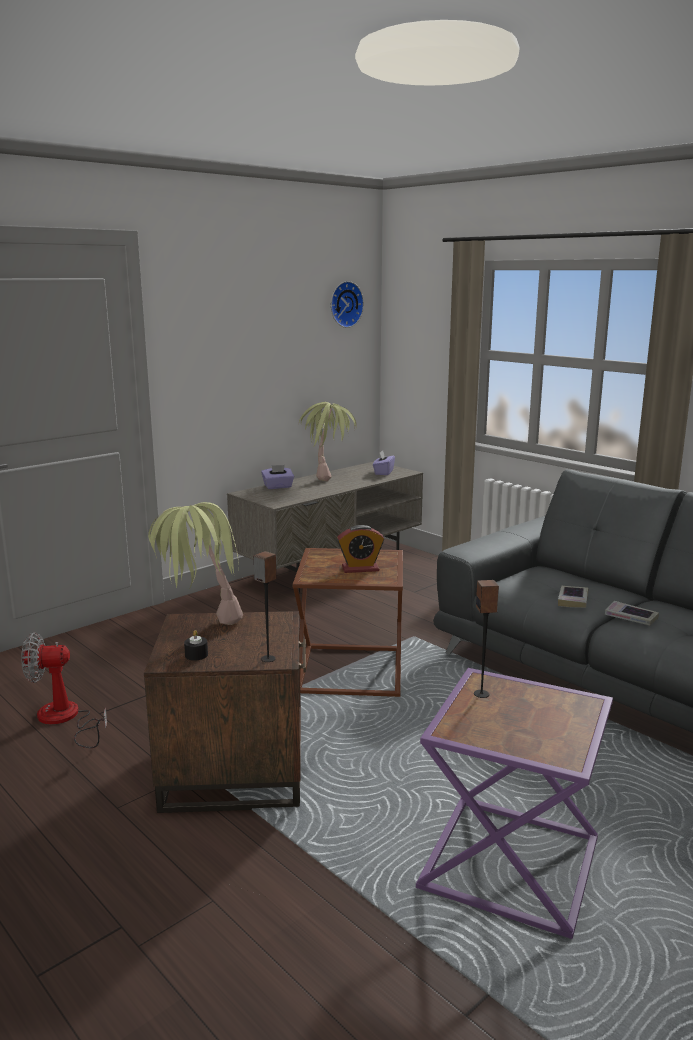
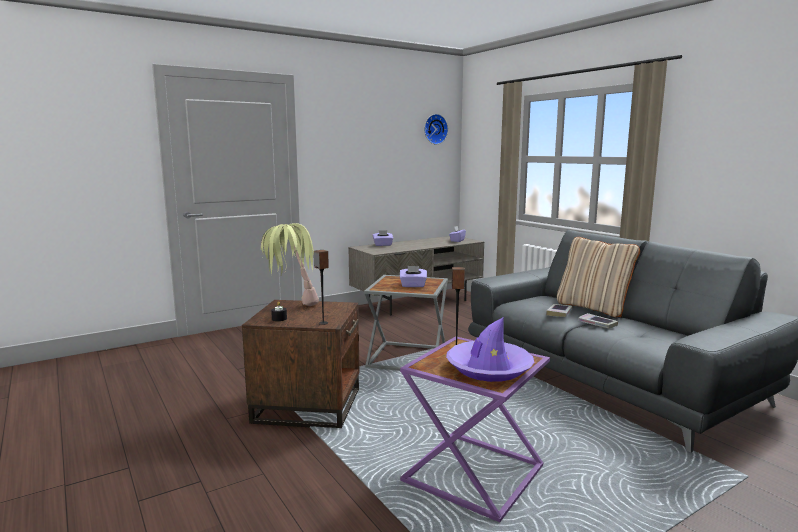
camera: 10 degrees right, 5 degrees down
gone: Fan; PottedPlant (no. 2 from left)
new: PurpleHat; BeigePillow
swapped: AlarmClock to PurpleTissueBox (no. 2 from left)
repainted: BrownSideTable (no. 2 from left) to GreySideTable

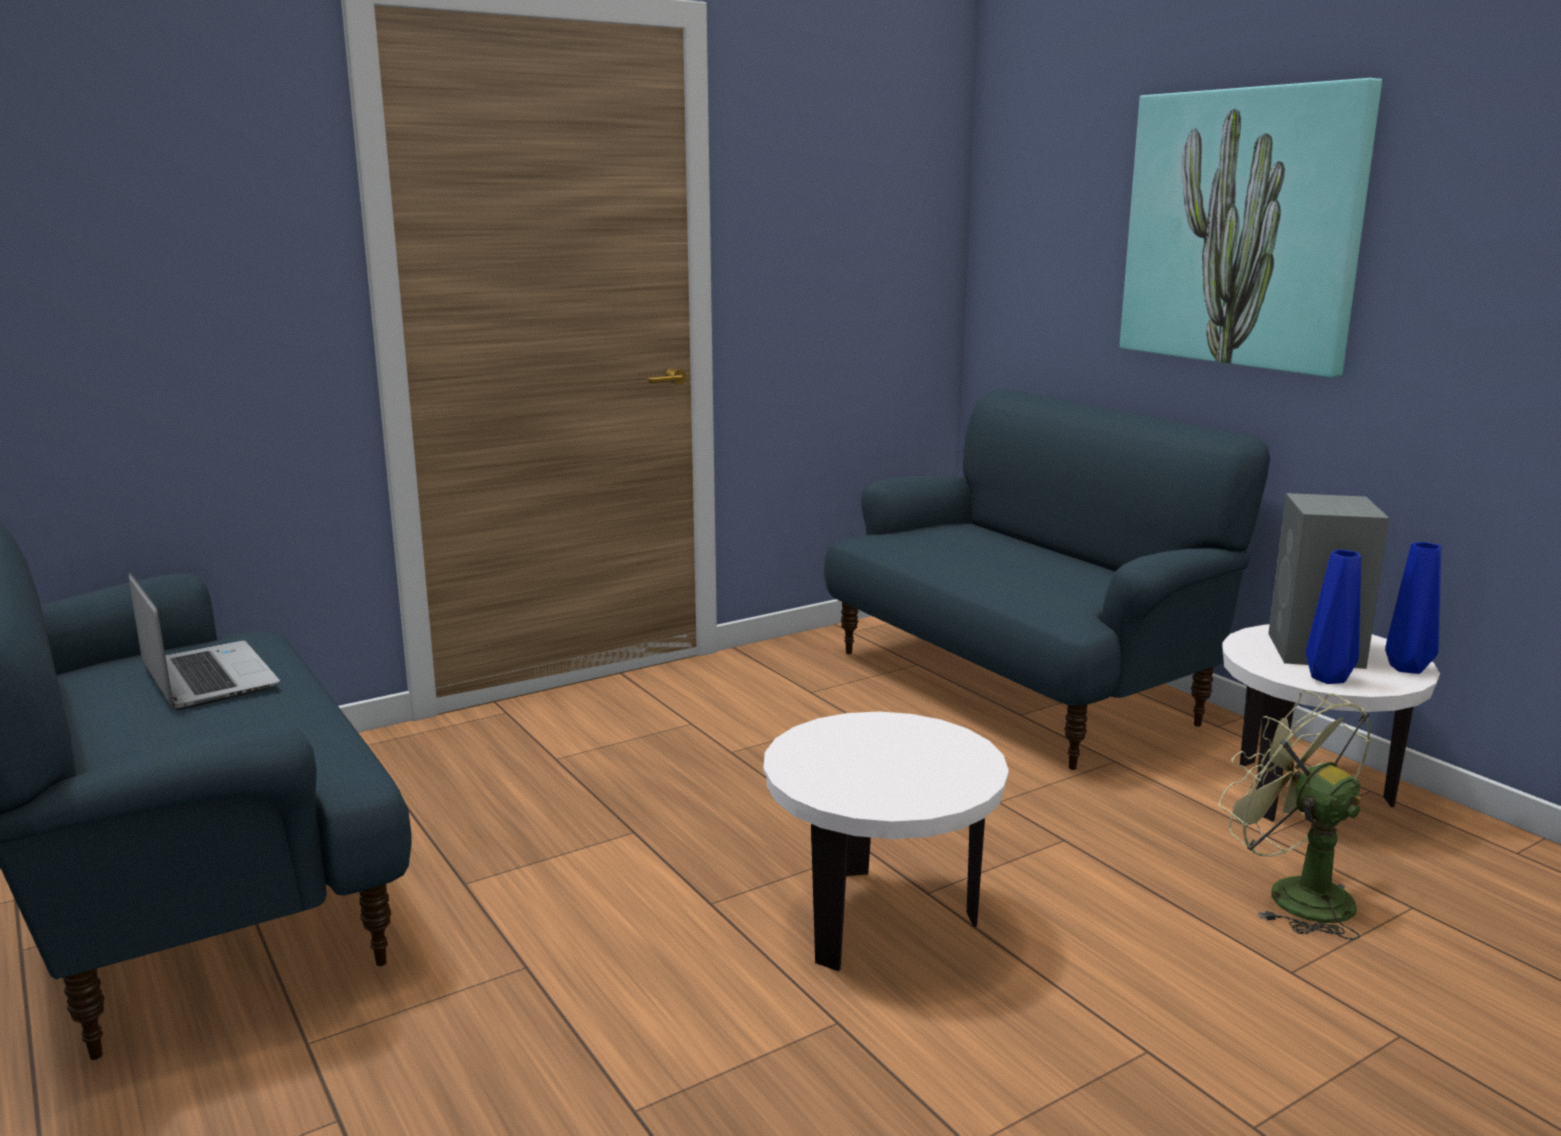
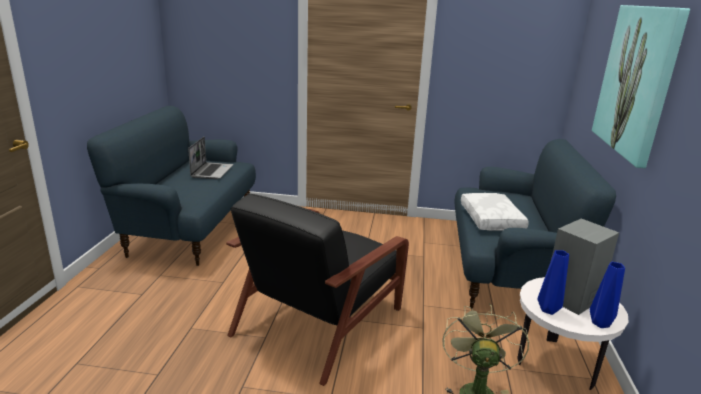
camera: 40 degrees right, 5 degrees up
new: WhitePillow
swapped: WhiteSideTable (no. 1 from left) to BlackArmchair

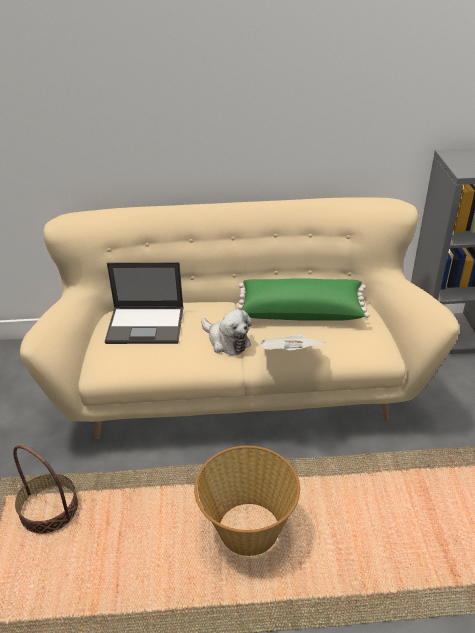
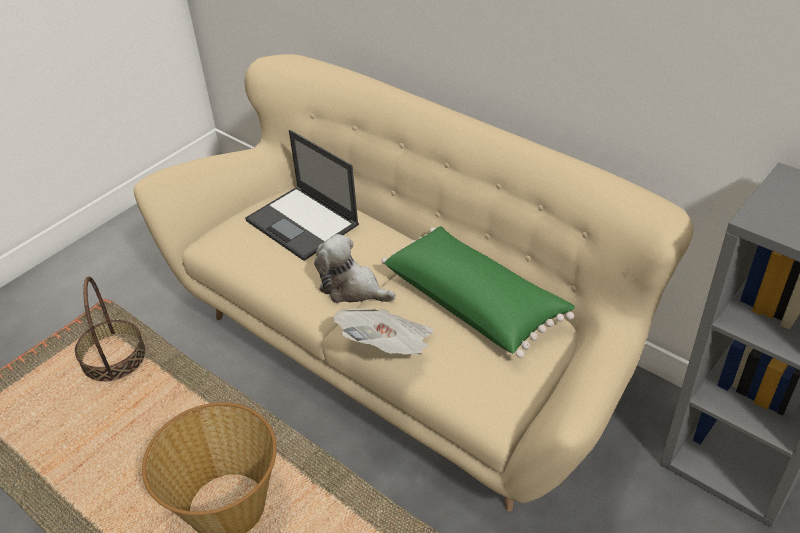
camera: 45 degrees right, 5 degrees up
rotated: PlushToy 120 degrees clockwise

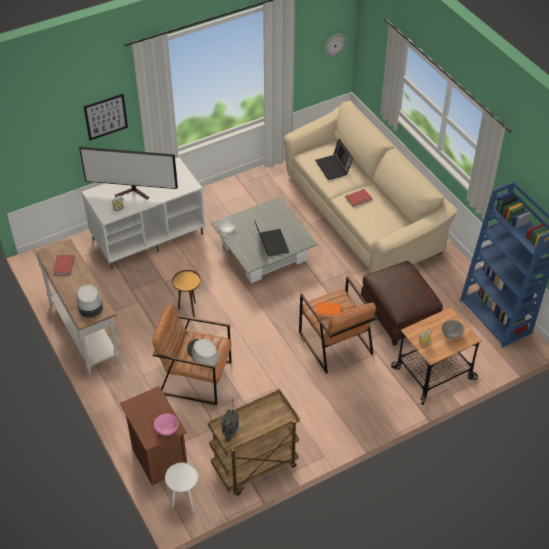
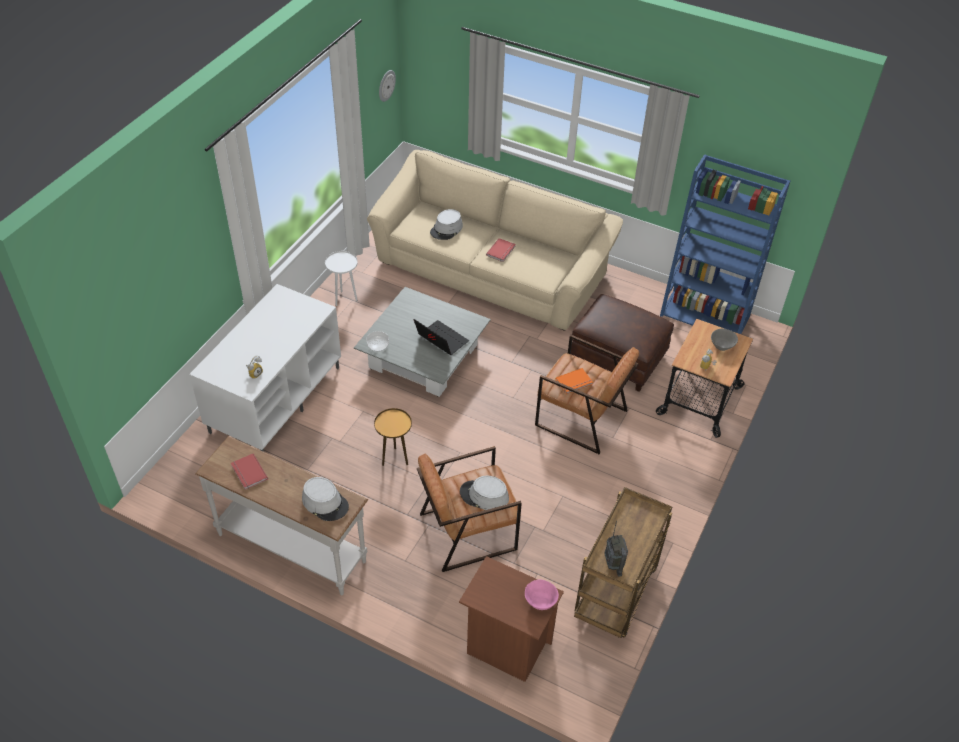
camera: 35 degrees left, 0 degrees up
gone: Television; Picture
shifted: WhiteSideTable
swapped: Laptop (no. 2 from left) to GreyHat (no. 2 from left)

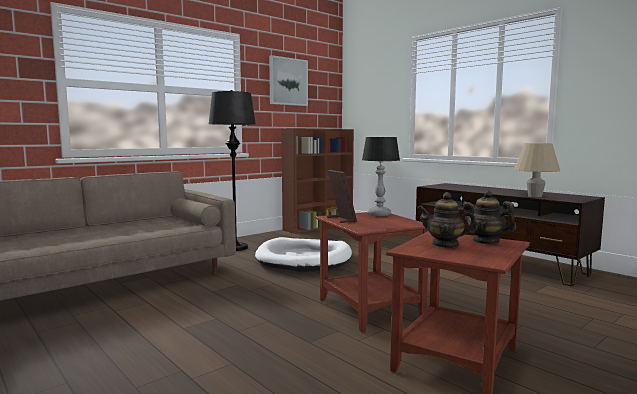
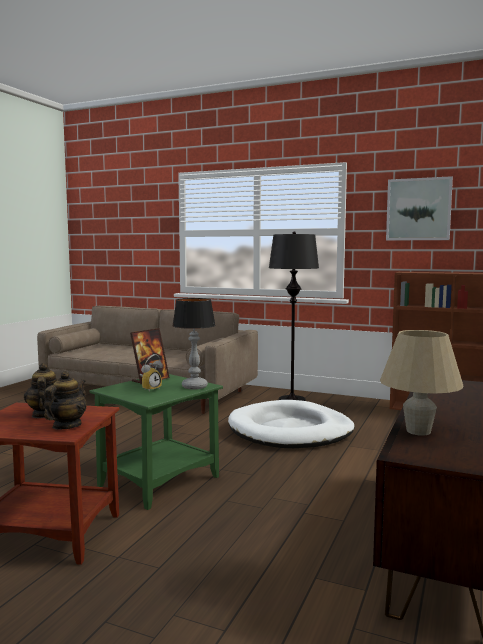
camera: 65 degrees right, 0 degrees up
new: AlarmClock
repainted: BrownSideTable (no. 1 from left) to GreenSideTable

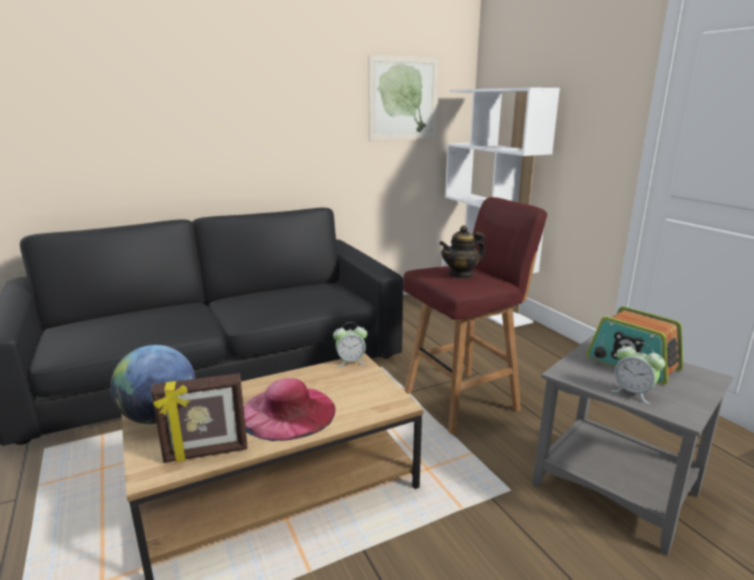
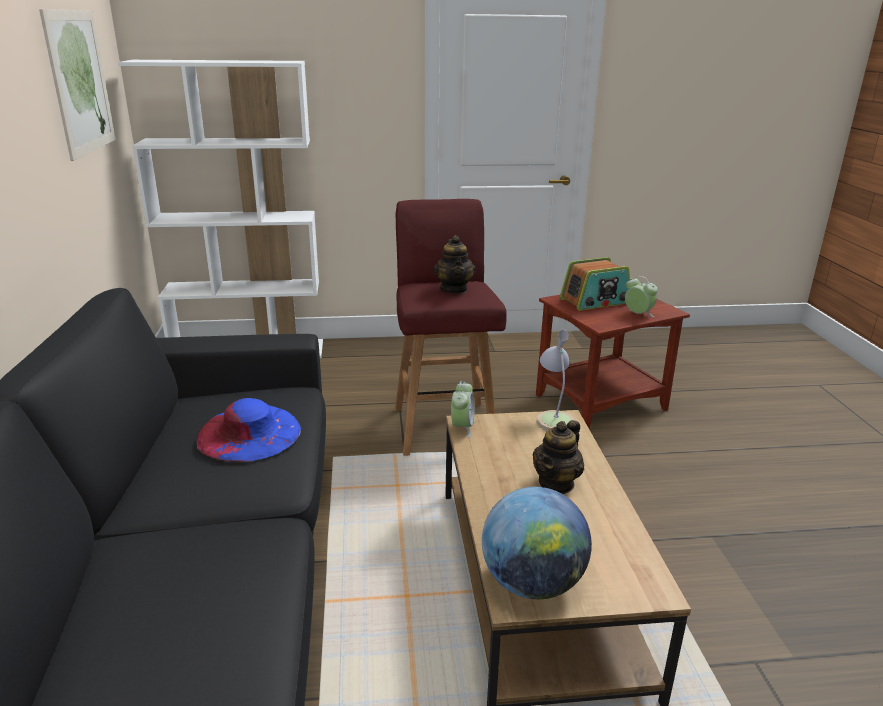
camera: 70 degrees left, 5 degrees up
gone: PictureFrame
new: BlueHat; TableLamp
swapped: PinkHat to Teapot (no. 2 from left)
repainted: GreySideTable to BrownSideTable
rotated: AlarmClock (no. 2 from left) 105 degrees counterclockwise

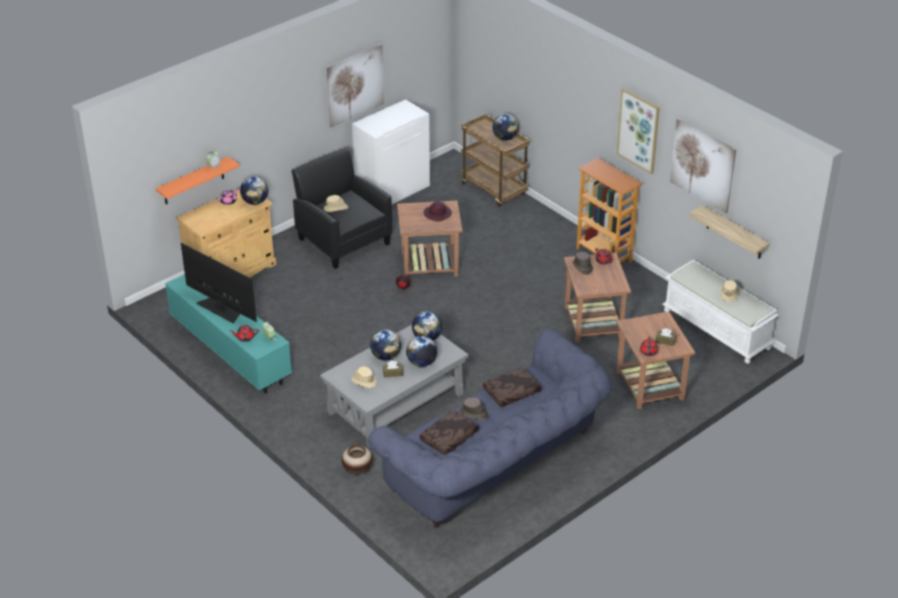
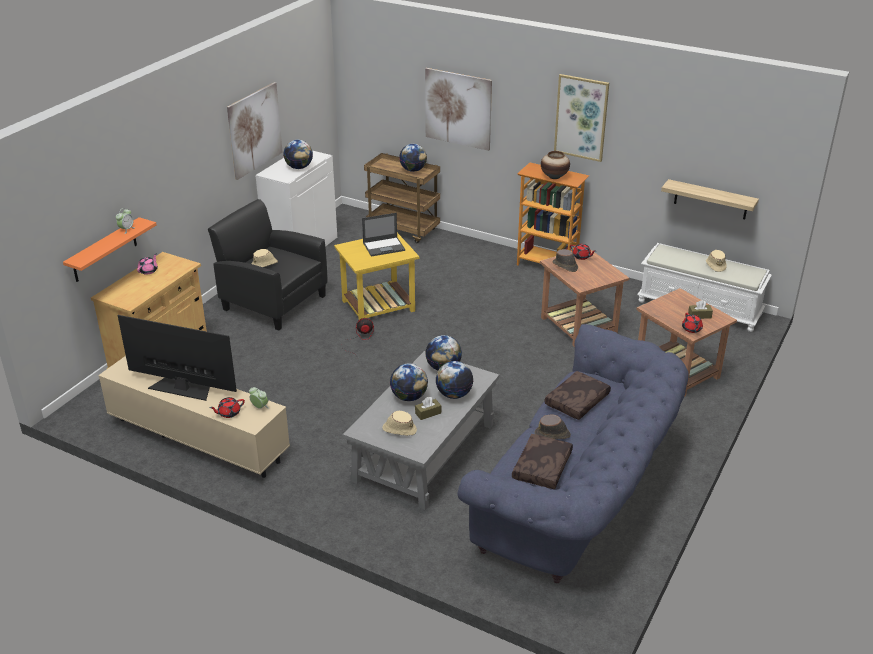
camera: 20 degrees left, 5 degrees down
shifted: Globe (no. 1 from left); Picture (no. 3 from left in the first image) to Picture (no. 2 from left); Vase
swapped: PurpleHat to Laptop
repainted: TurquoiseTvStand to BeigeTvStand; BrownSideTable (no. 1 from left) to YellowSideTable

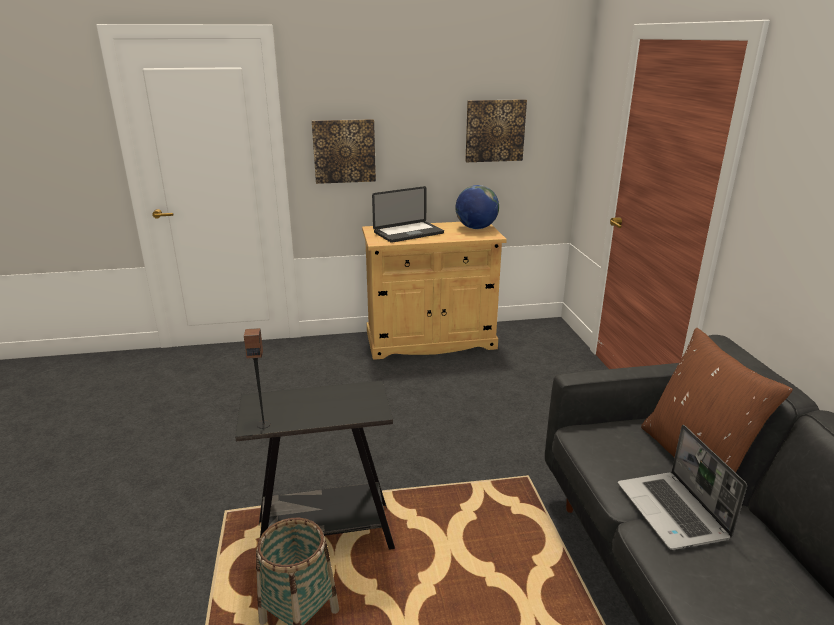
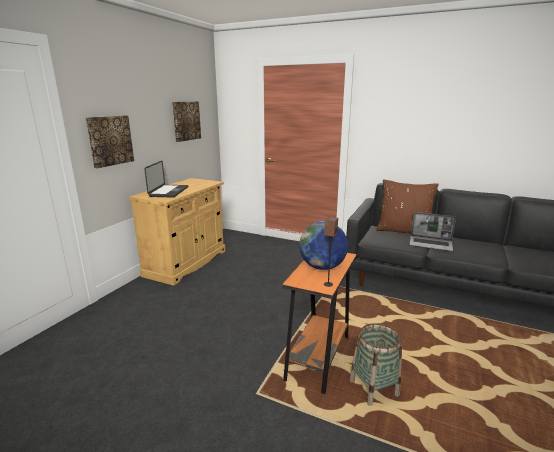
camera: 55 degrees left, 5 degrees down
shifted: Globe
repainted: BlackSideTable to OrangeSideTable

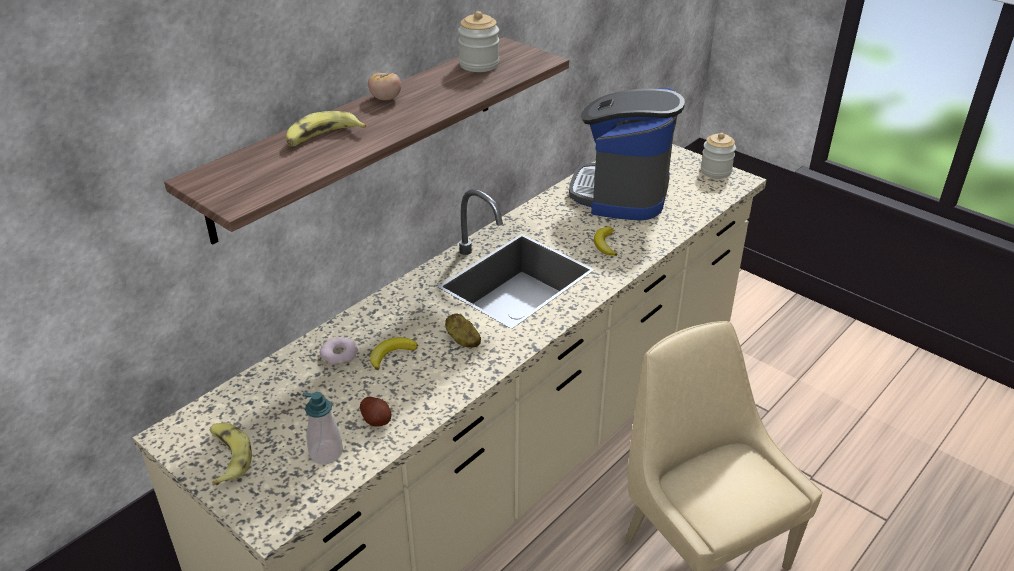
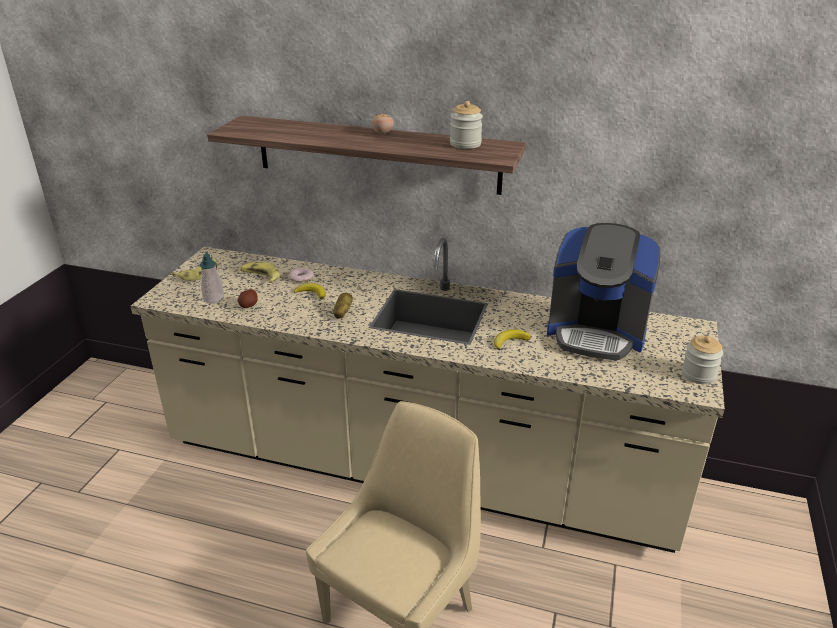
camera: 65 degrees right, 5 degrees down
shifted: Banana (no. 2 from left)
rotated: CoffeeMachine 150 degrees counterclockwise

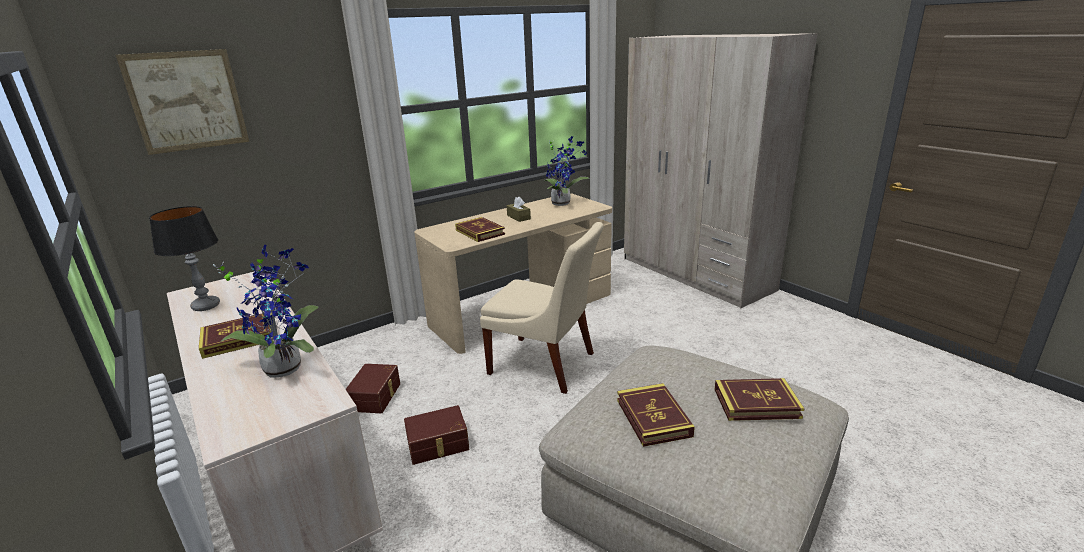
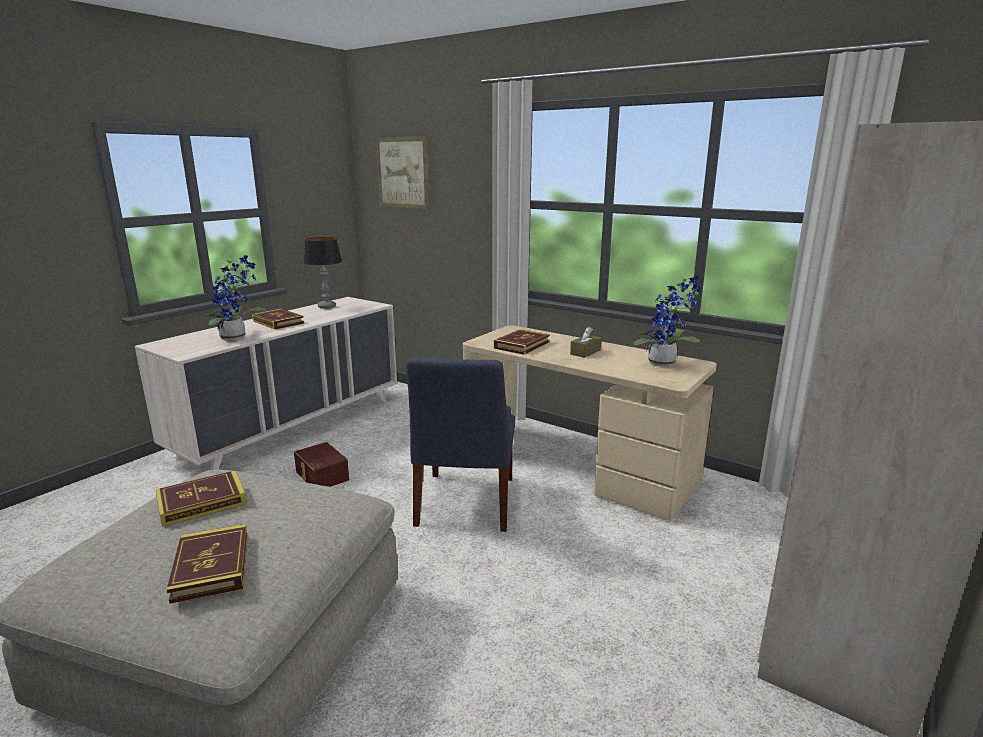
camera: 70 degrees right, 5 degrees down
gone: BrownStorageBox (no. 1 from left)
repainted: BeigeChair to BlueChair

